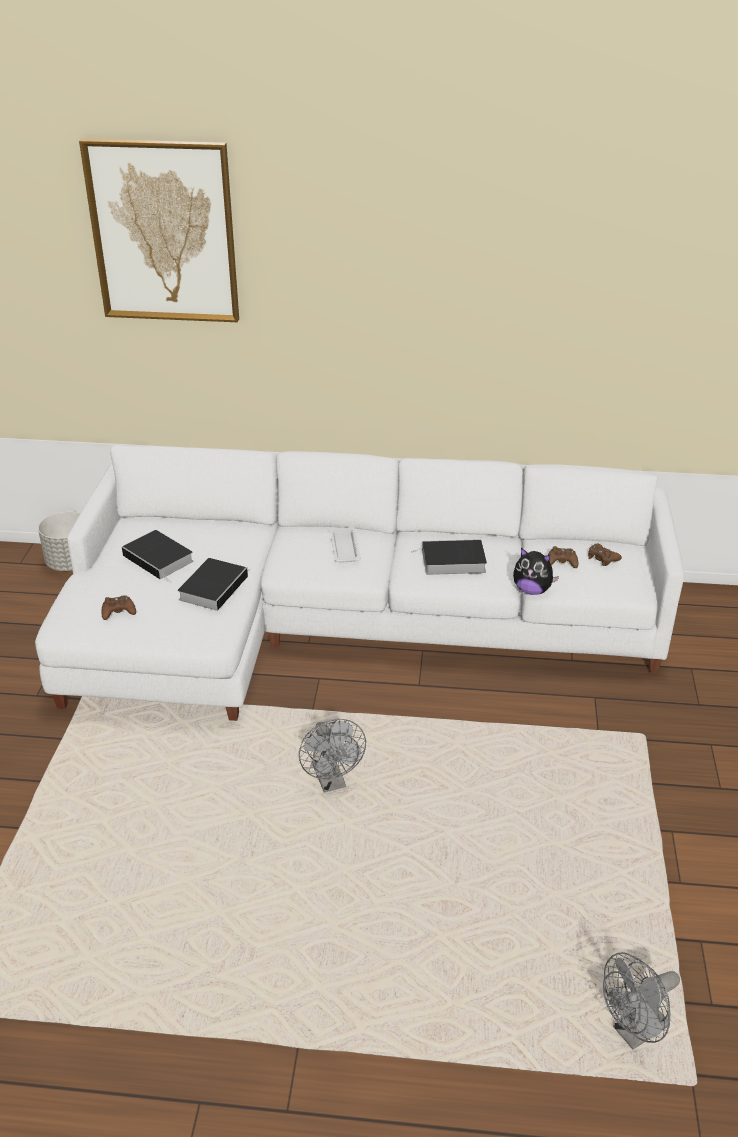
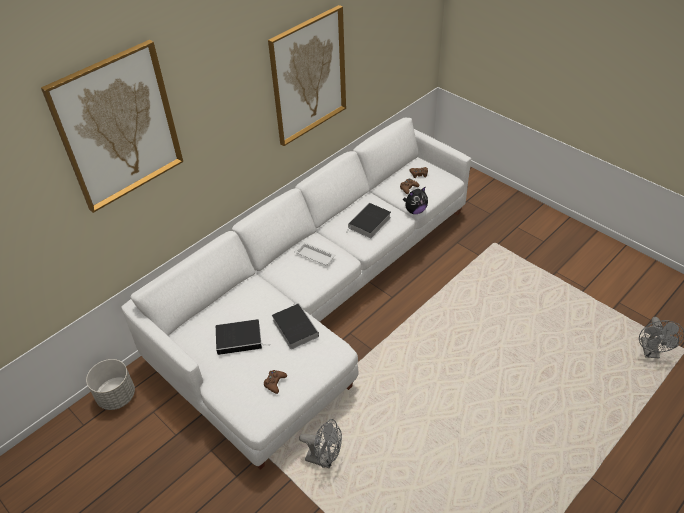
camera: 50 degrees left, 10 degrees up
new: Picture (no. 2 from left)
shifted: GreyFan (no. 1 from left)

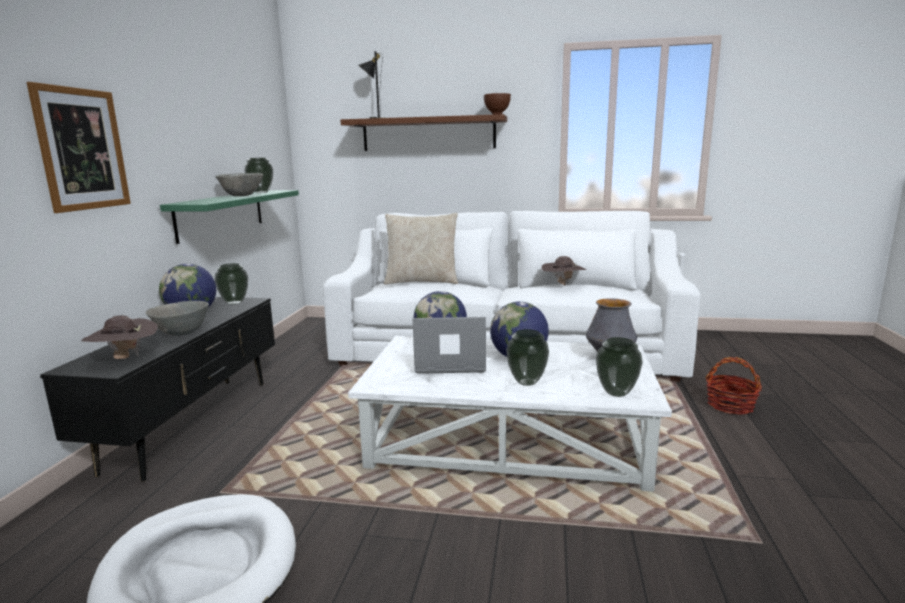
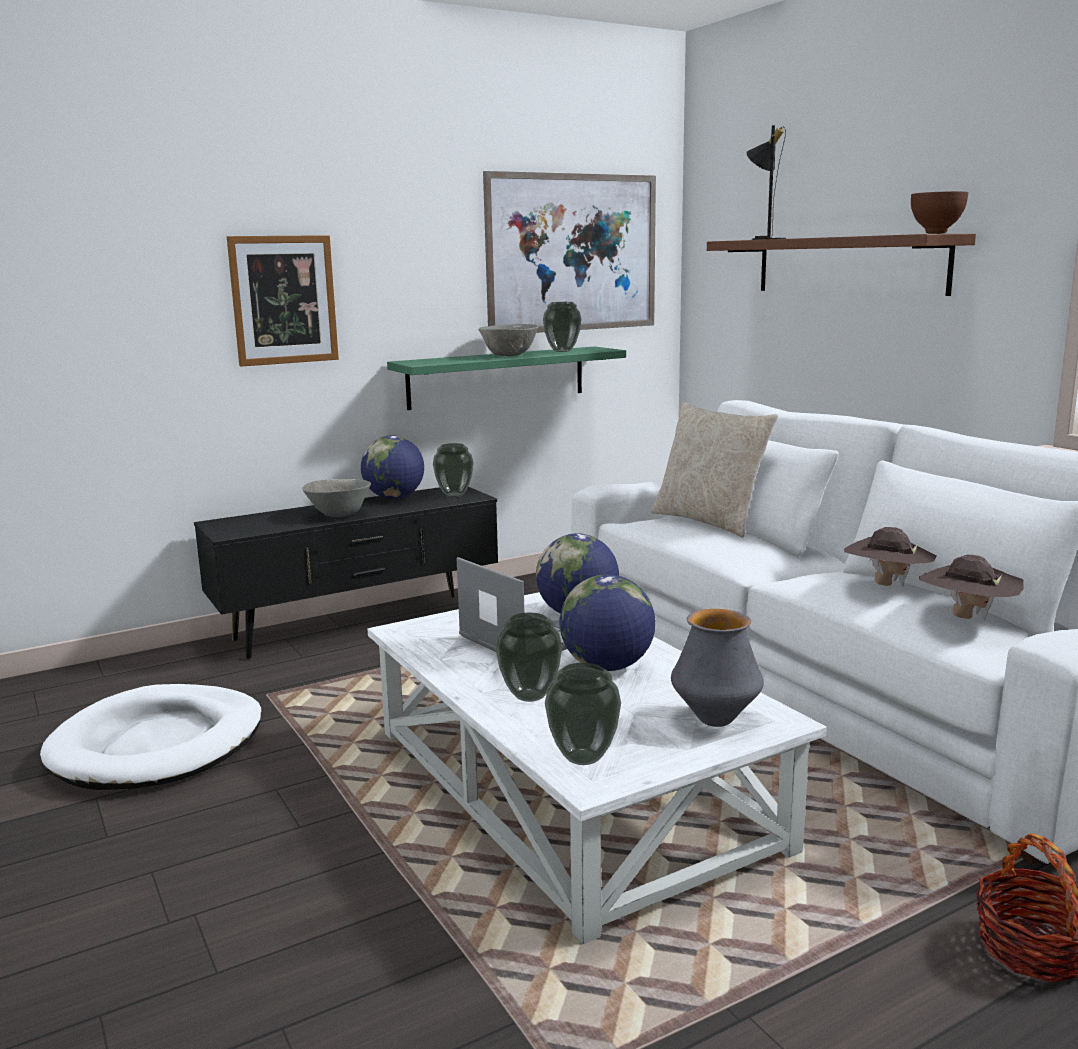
camera: 50 degrees right, 0 degrees up
new: Picture (no. 2 from left)
shifted: BrownHat (no. 1 from left in the first image) to BrownHat (no. 2 from left)

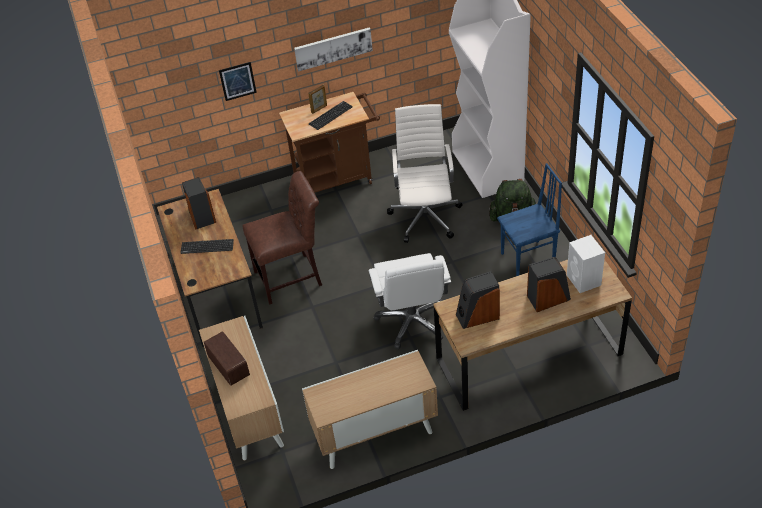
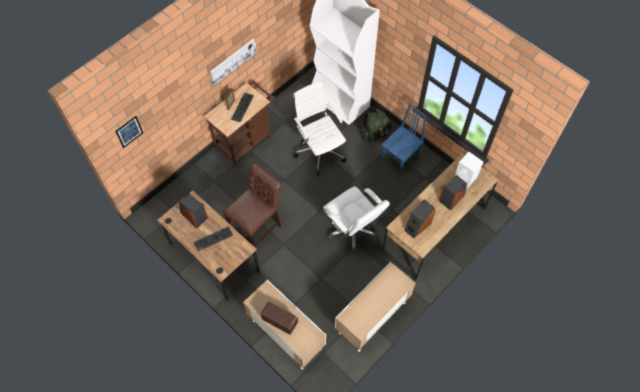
camera: 30 degrees left, 15 degrees up
shifted: Picture (no. 1 from left)

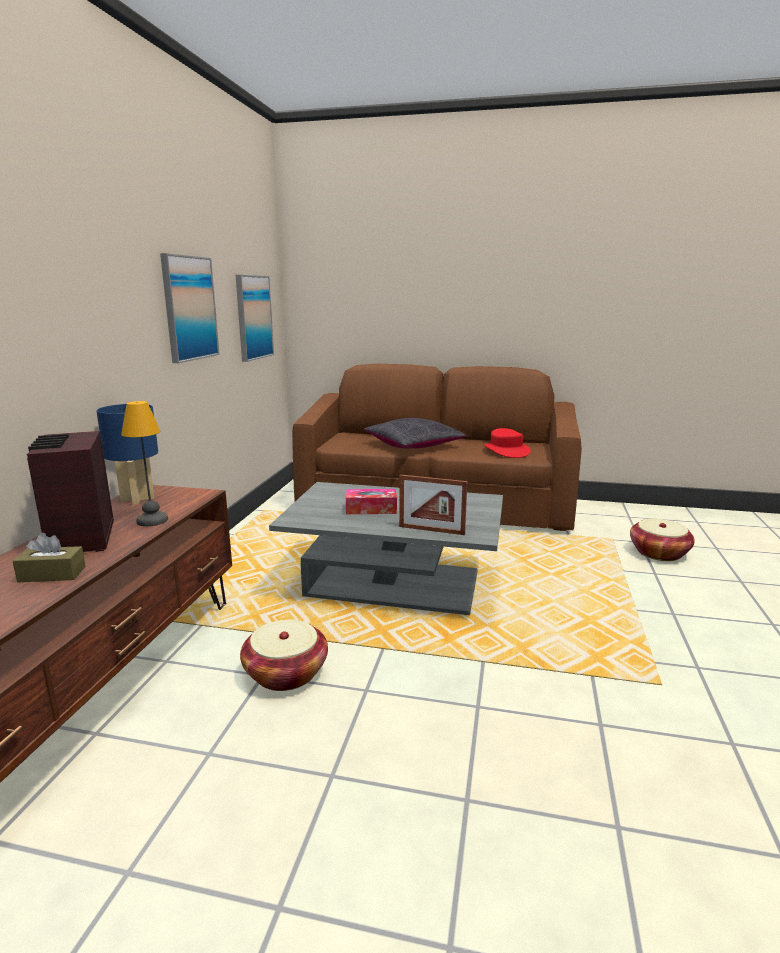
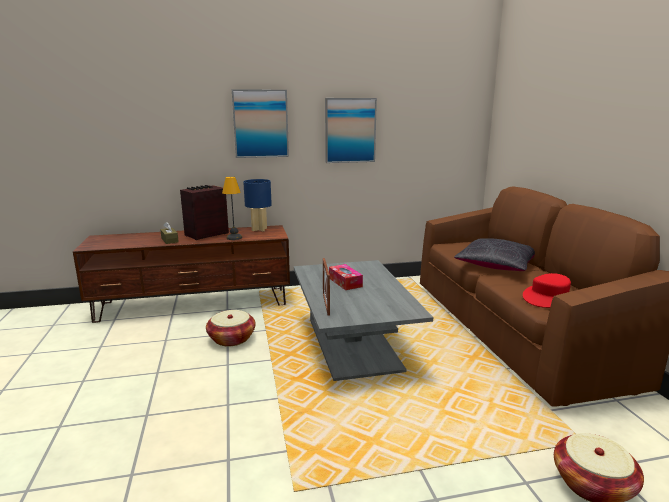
camera: 65 degrees right, 0 degrees up
shifted: Picture (no. 2 from left in the first image) to Picture (no. 1 from left)

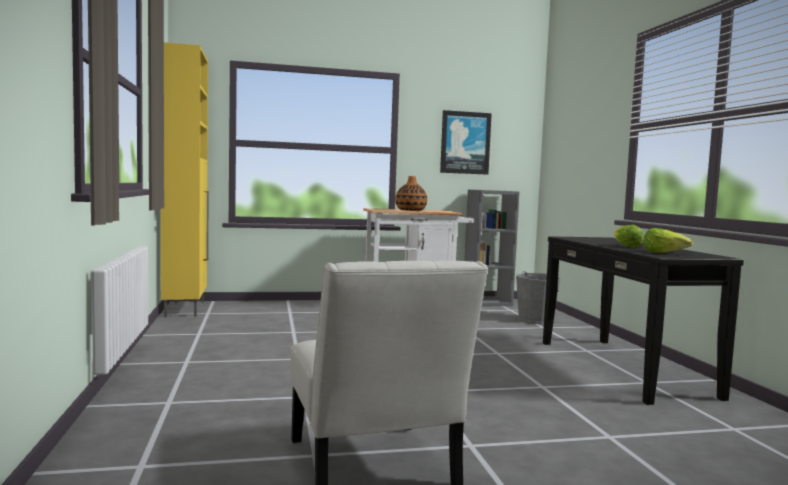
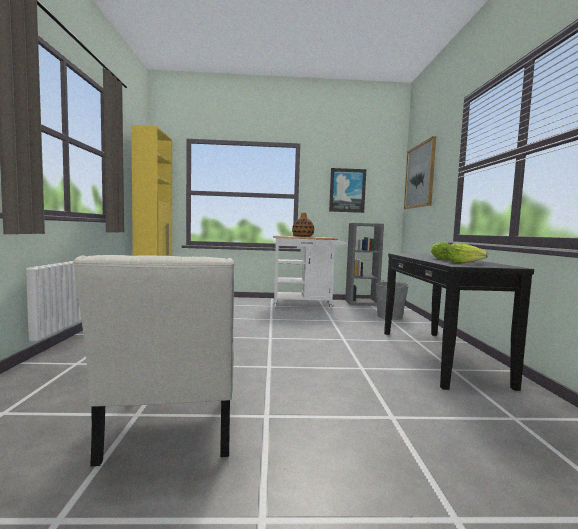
camera: 10 degrees right, 0 degrees up
new: Picture (no. 2 from left)

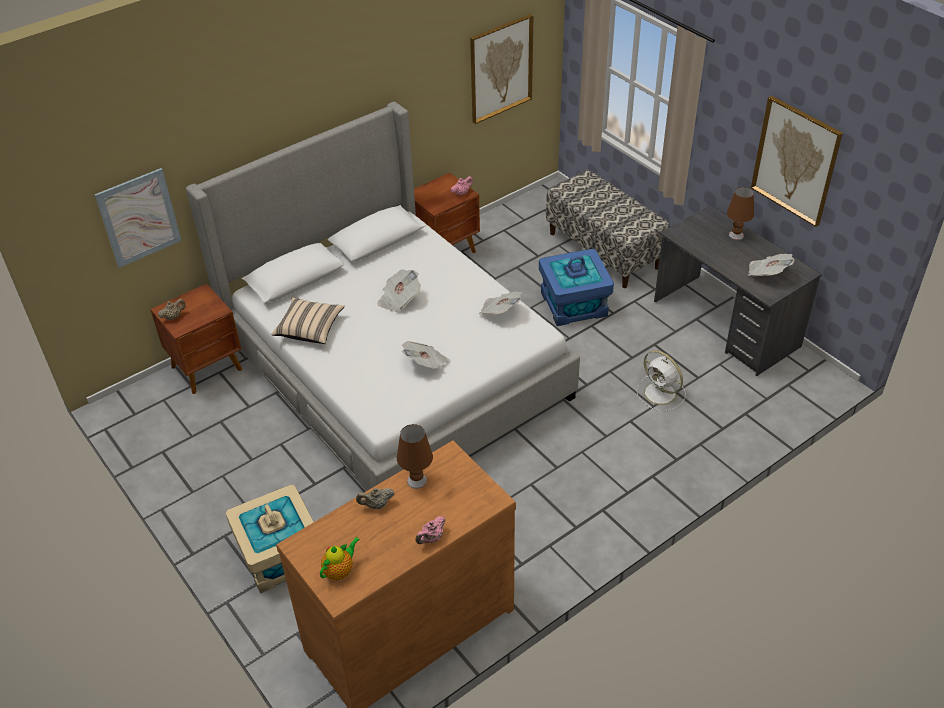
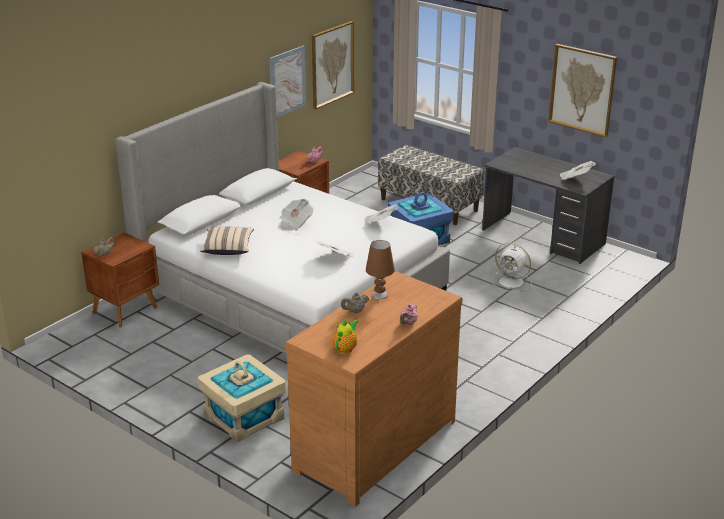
camera: 15 degrees left, 15 degrees down
gone: BrownTableLamp (no. 2 from left)
shifted: Picture (no. 1 from left)

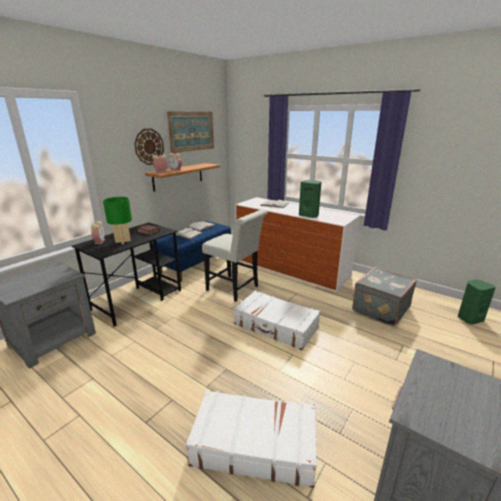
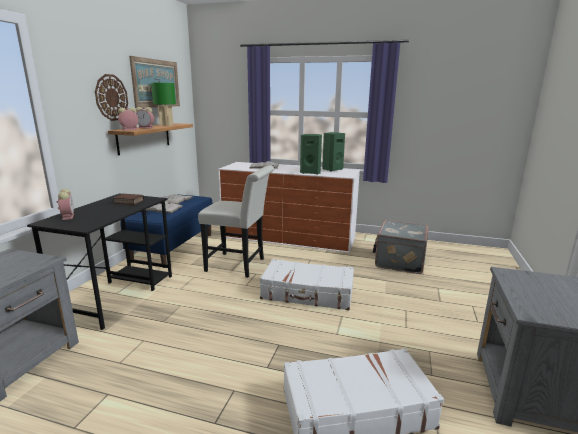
camera: 20 degrees left, 5 degrees down
shifted: GreenTableLamp; GreenSpeaker (no. 2 from left)

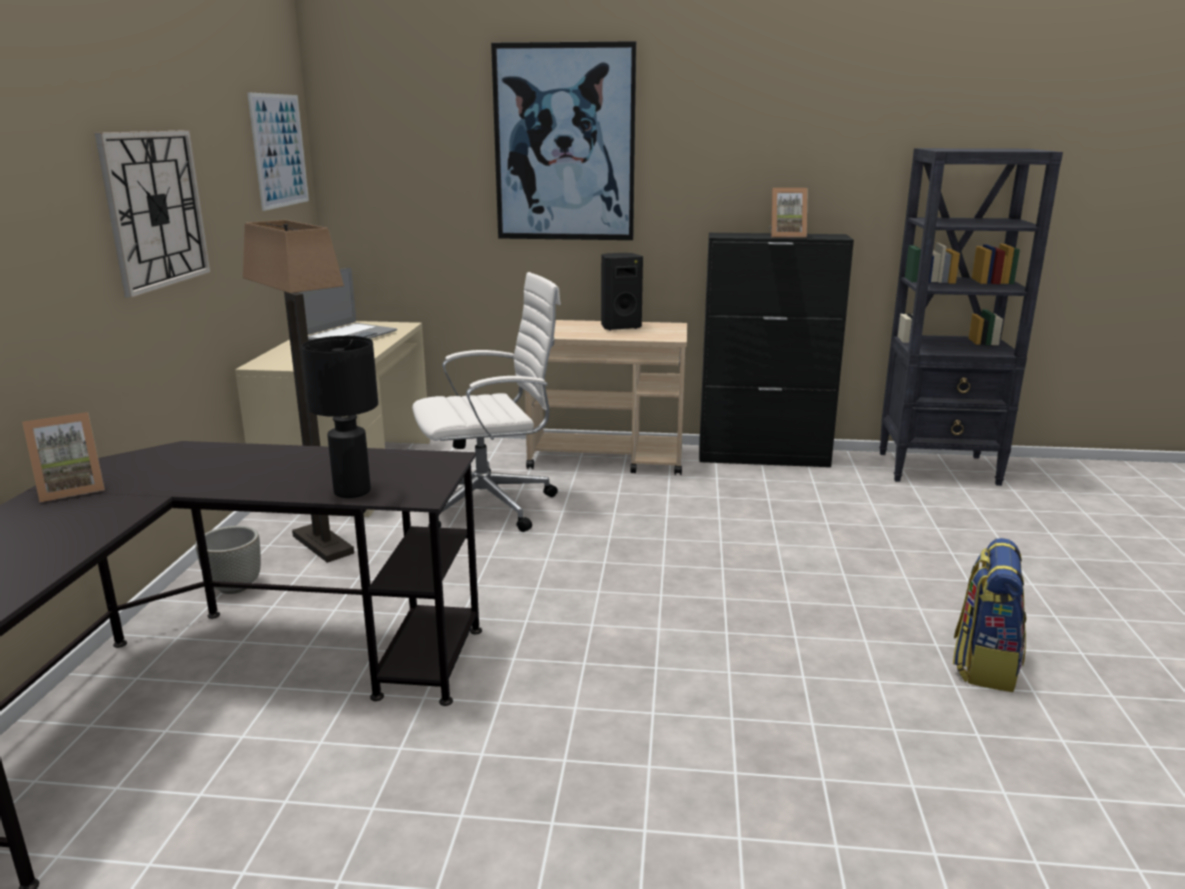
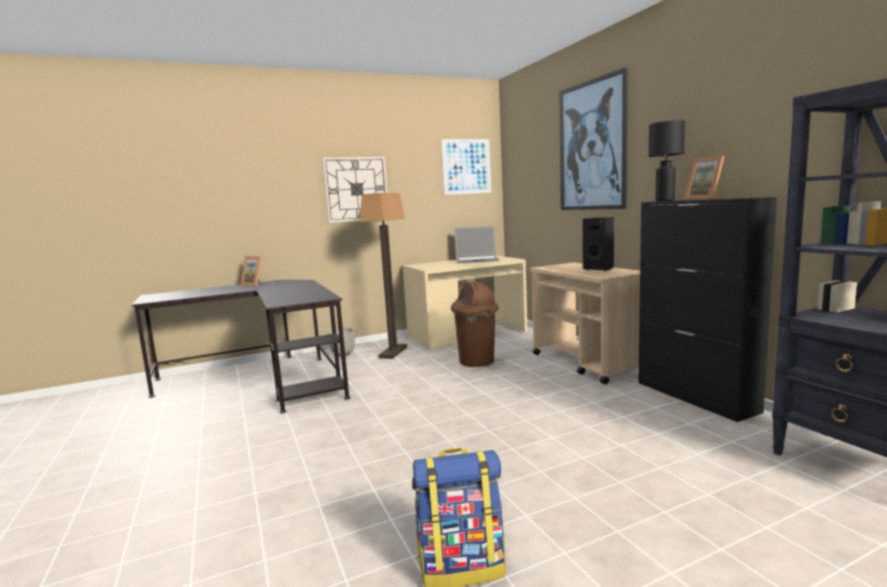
camera: 60 degrees right, 10 degrees down
shifted: BlackTableLamp
swapped: WhiteOfficeChair to BrownTrashCan

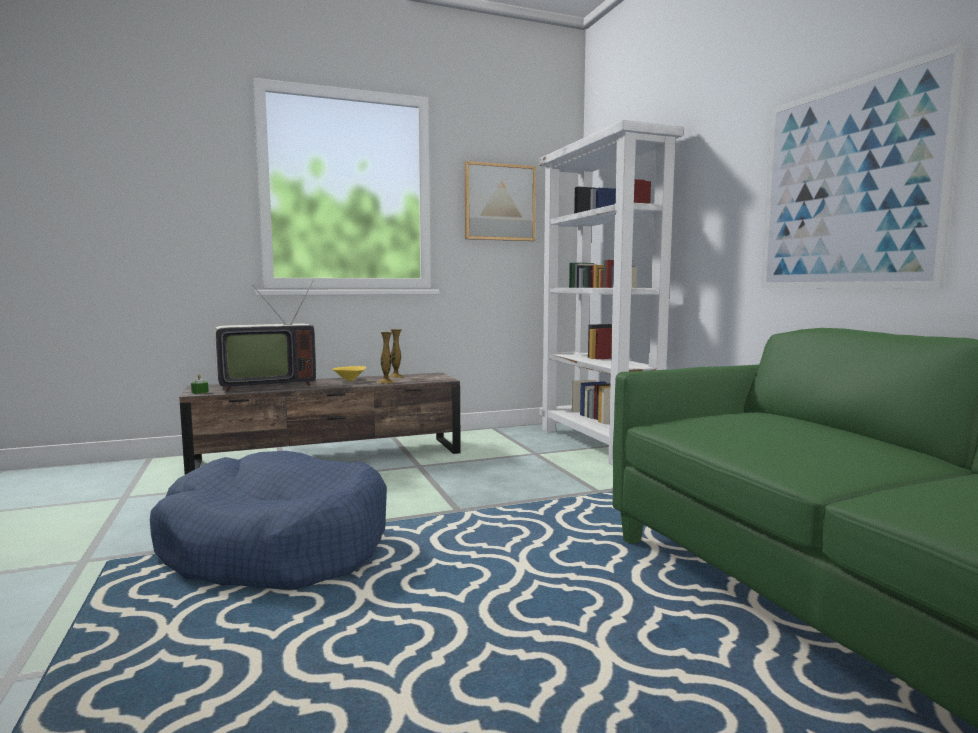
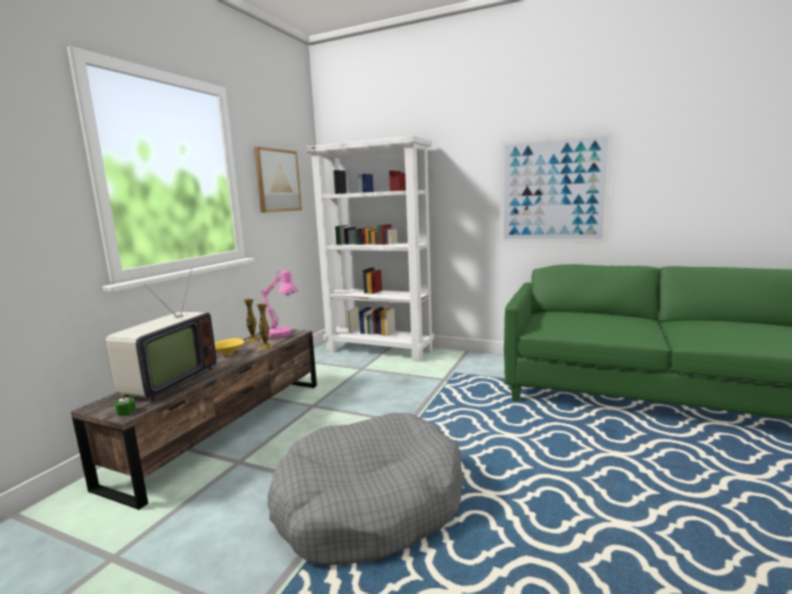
camera: 45 degrees left, 5 degrees up
new: PinkTableLamp
repainted: BlueDogBed to GreyDogBed

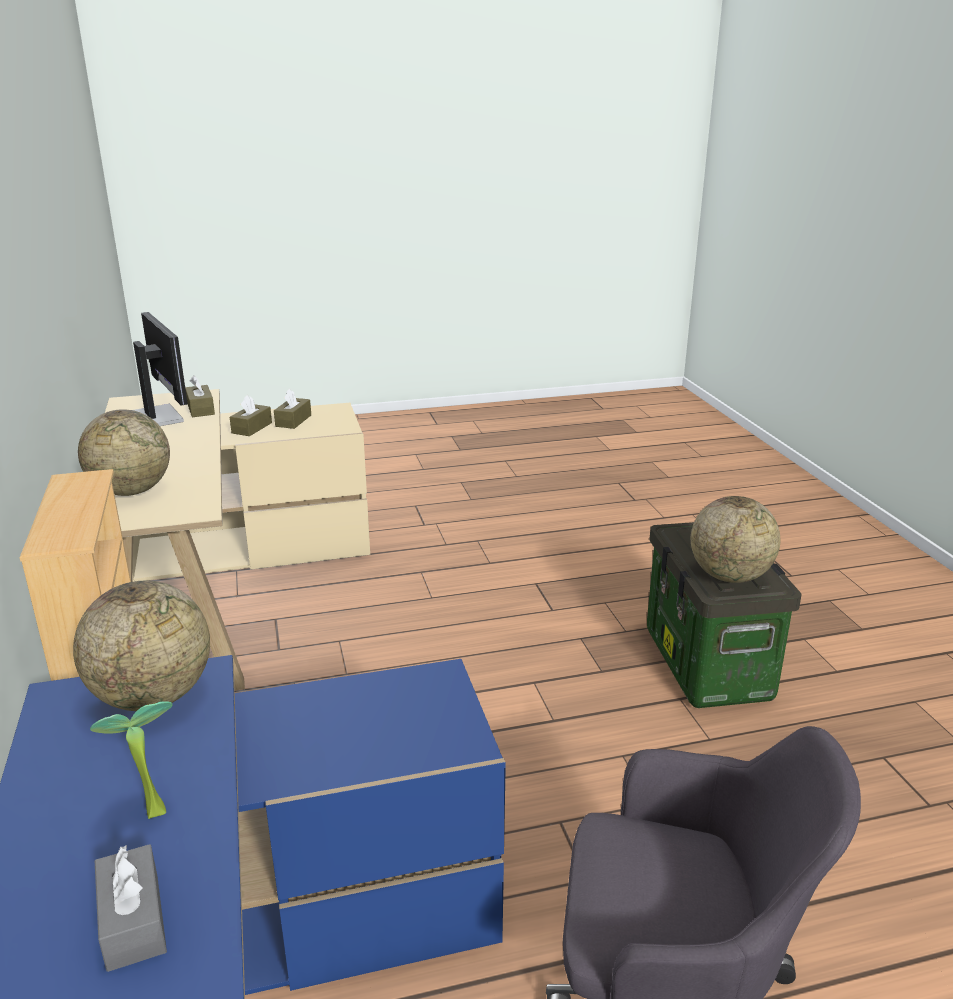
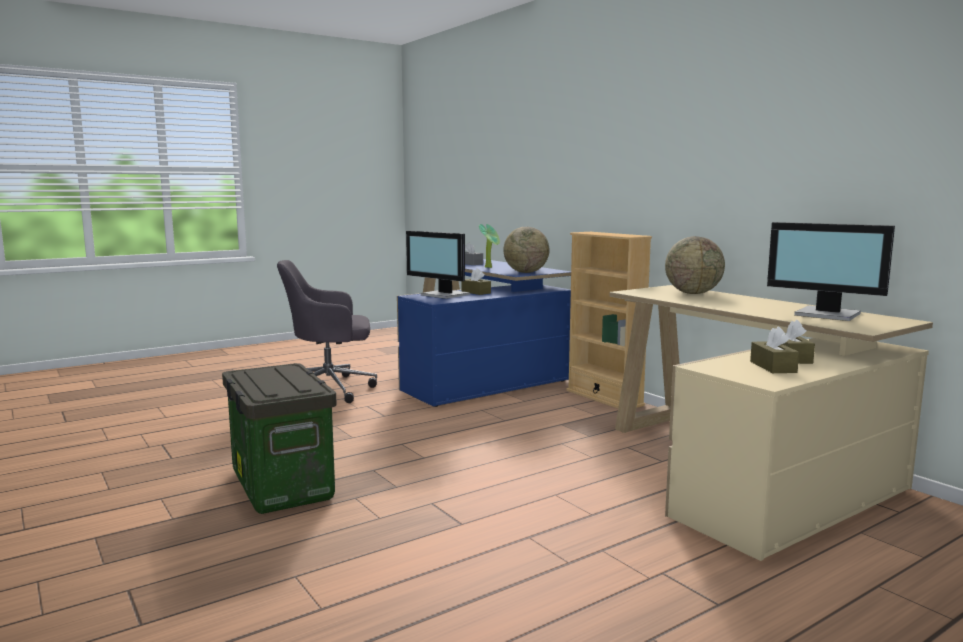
camera: 160 degrees right, 15 degrees down
gone: Globe (no. 3 from left)
new: Monitor (no. 1 from left)
shifted: BrownTissueBox (no. 1 from left)

